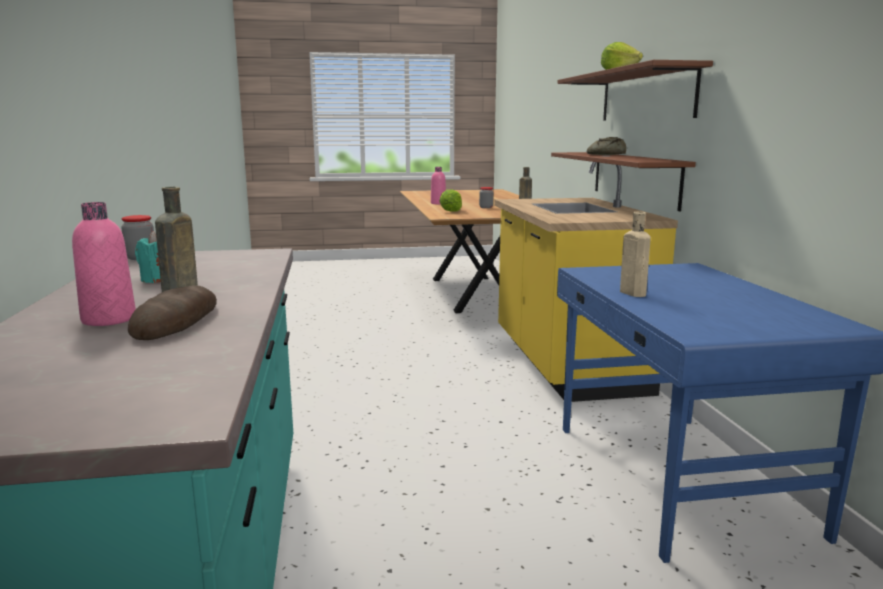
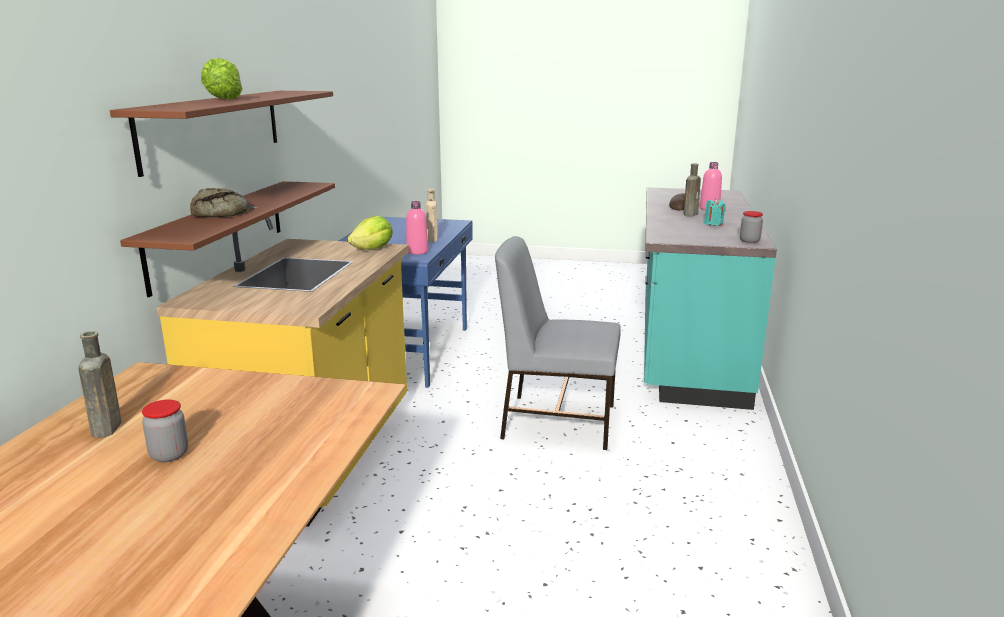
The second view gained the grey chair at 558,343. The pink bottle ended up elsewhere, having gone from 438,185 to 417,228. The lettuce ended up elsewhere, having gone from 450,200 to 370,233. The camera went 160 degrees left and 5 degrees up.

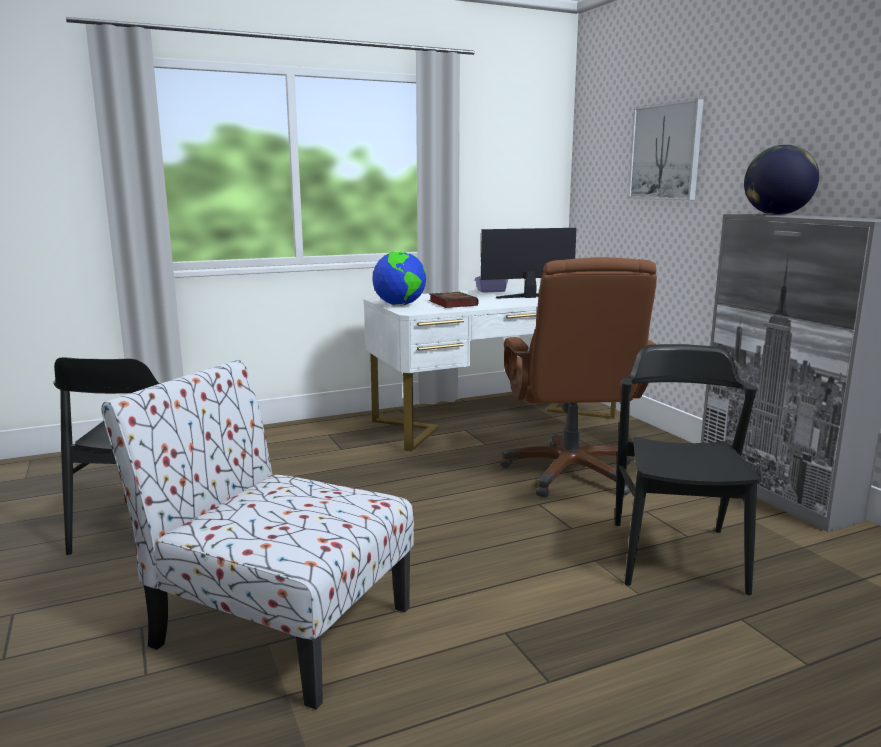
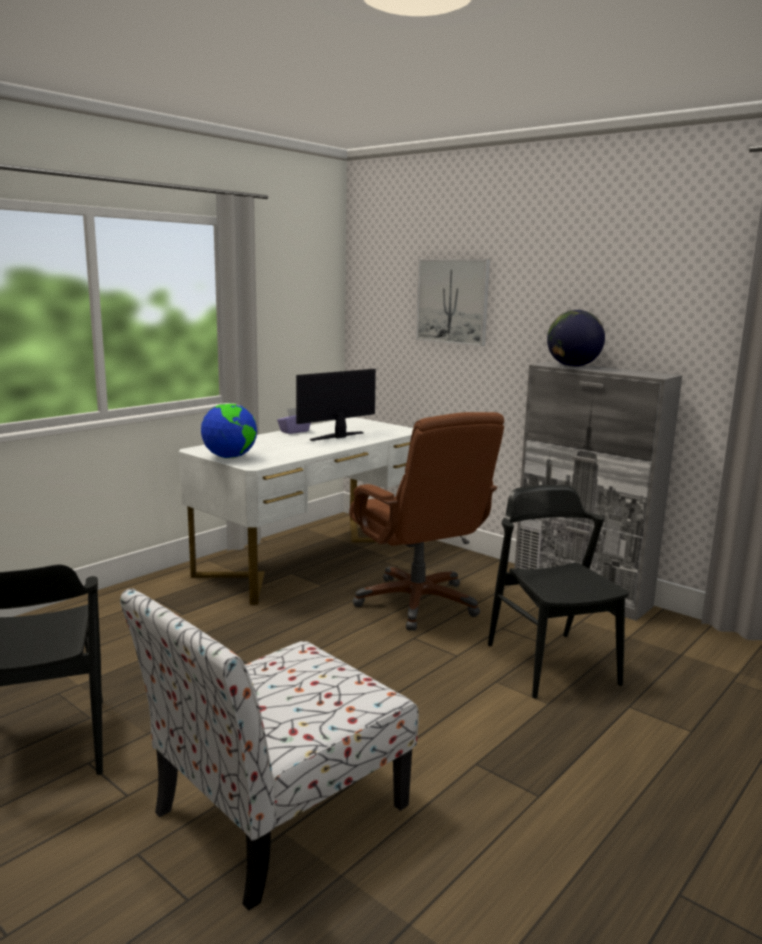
The second view lost the book at 454,300. The chair at 257,535 ended up facing another way, 45 degrees counterclockwise from before. The camera went 25 degrees left and 0 degrees up.

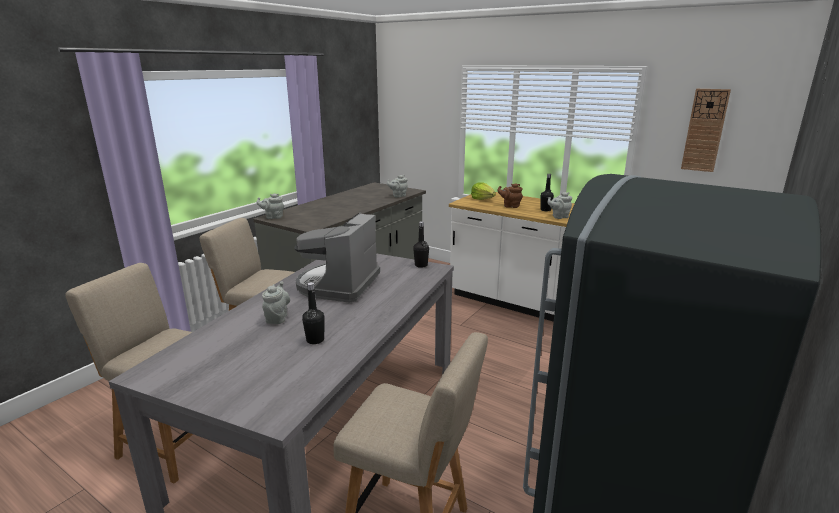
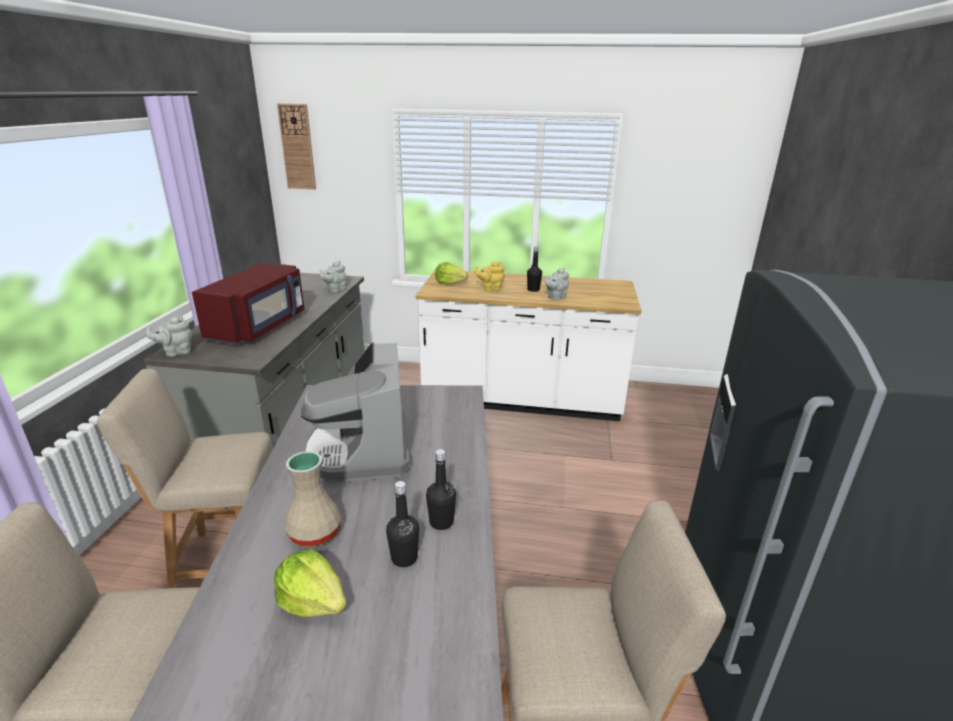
The second view gained the red microwave at 248,303. The second view gained the lettuce at 310,583. The black bottle ended up elsewhere, having gone from 421,244 to 441,489. The wall clock ended up elsewhere, having gone from 706,130 to 296,146. Where the grey teapot stood at 276,302, the beige vase came to stand at 313,499. What was the brown teapot at 510,195 turned into the yellow teapot at 489,276. The camera went 25 degrees left and 5 degrees up.

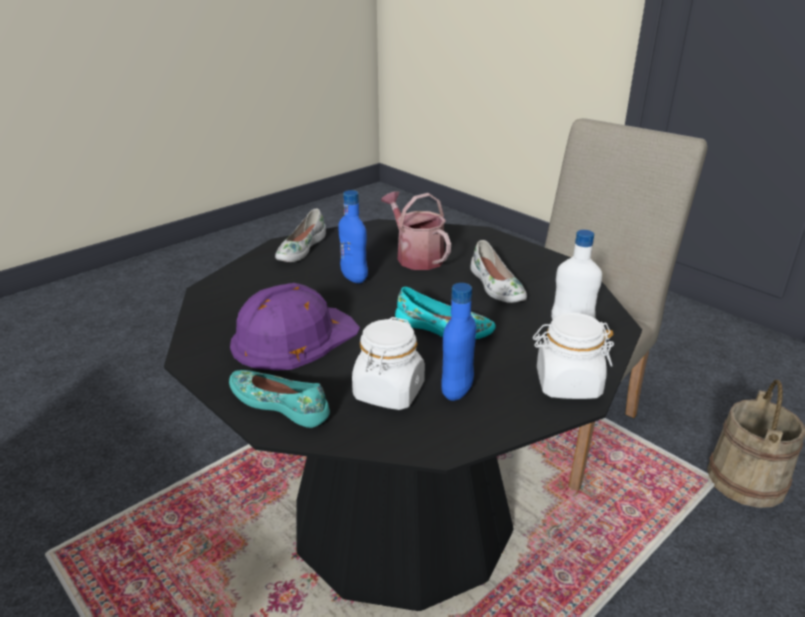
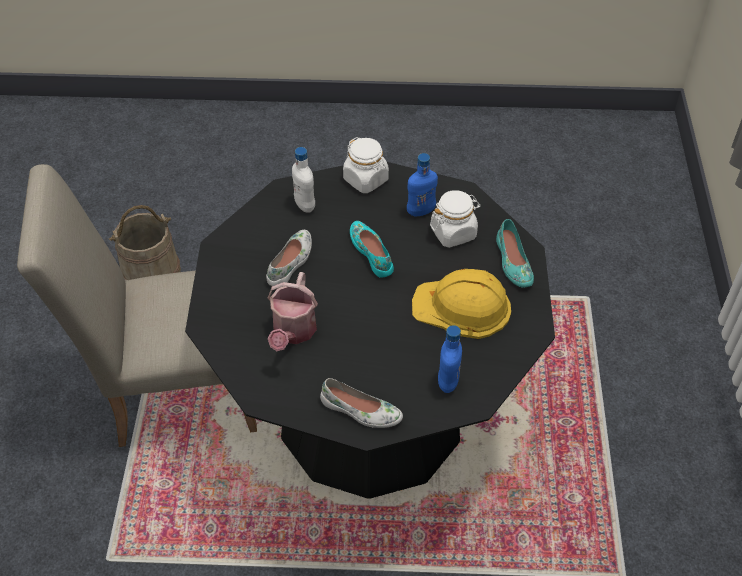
The blue bottle ended up elsewhere, having gone from 353,236 to 450,359. What was the purple hard hat at 295,327 turned into the yellow hard hat at 461,304. The white shoe at 300,235 ended up facing another way, 45 degrees clockwise from before. The camera went 135 degrees left and 20 degrees up.

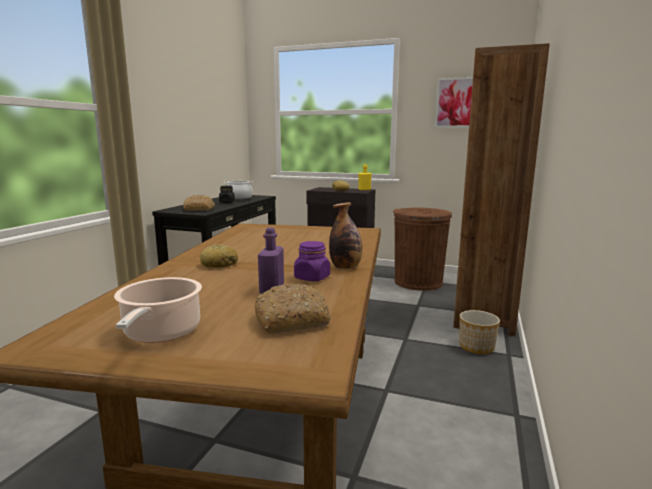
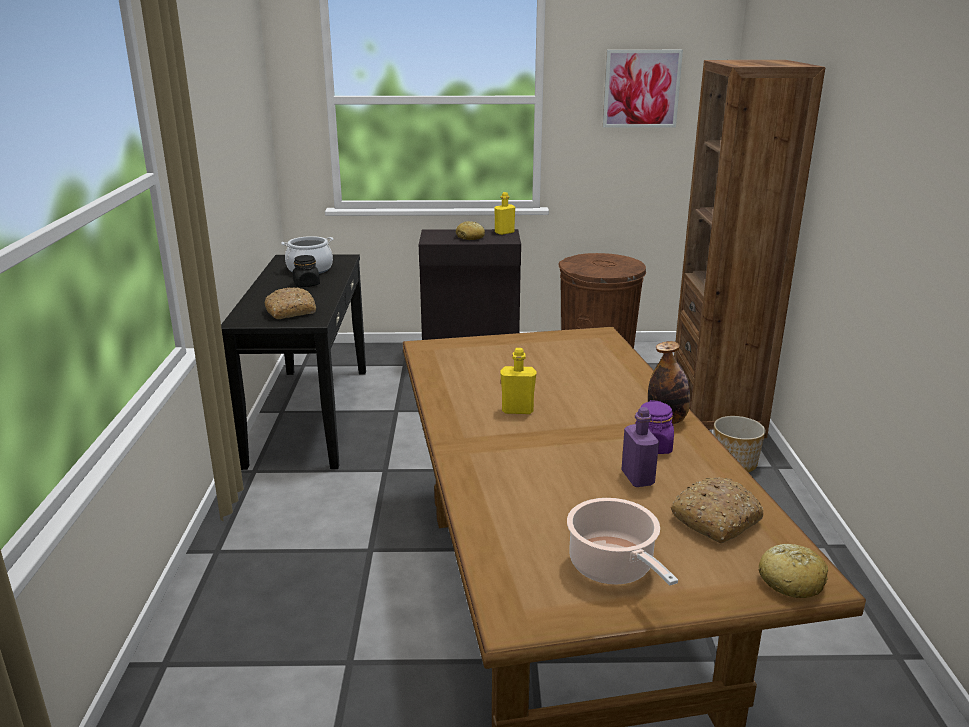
The second view gained the yellow bottle at 518,381. The bread ended up elsewhere, having gone from 219,256 to 793,571. The camera went 20 degrees left and 10 degrees up.

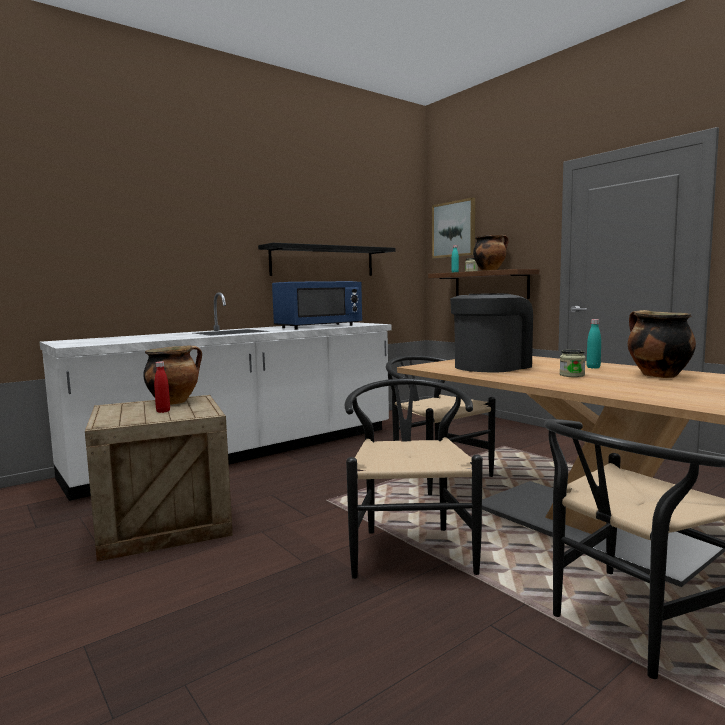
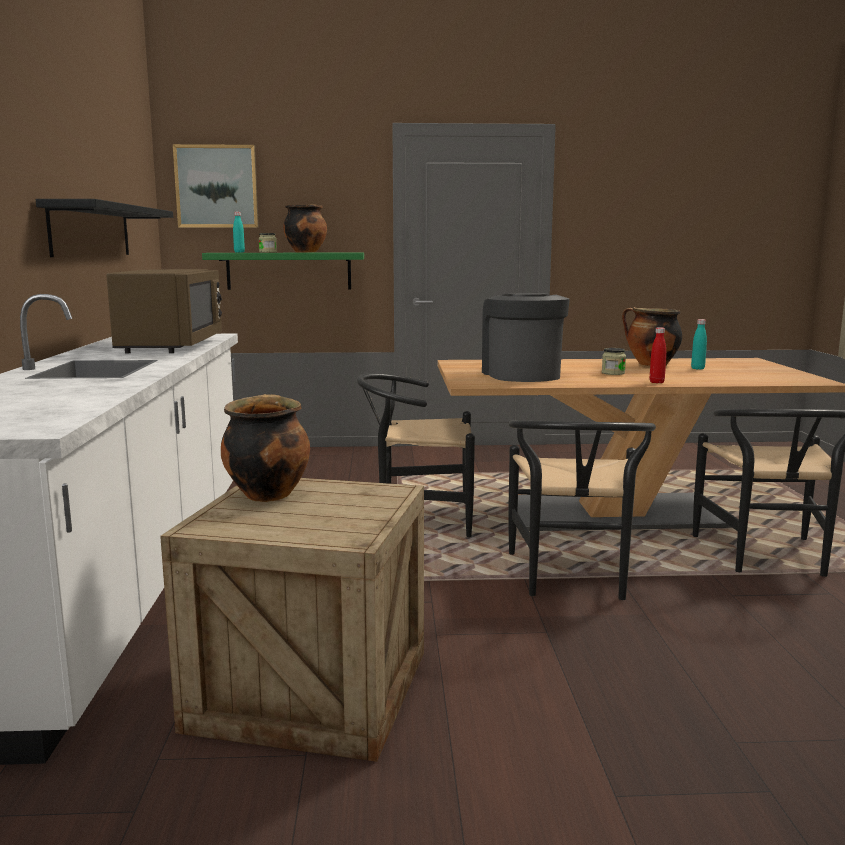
The red bottle ended up elsewhere, having gone from 162,387 to 658,355. The turquoise bottle ended up elsewhere, having gone from 593,344 to 699,344. What was the blue microwave at 317,305 turned into the brown microwave at 164,311. What was the brown shelf at 483,284 turned into the green shelf at 283,271. The black chair at 414,478 ended up facing another way, 120 degrees counterclockwise from before. The camera went 55 degrees left and 5 degrees up.

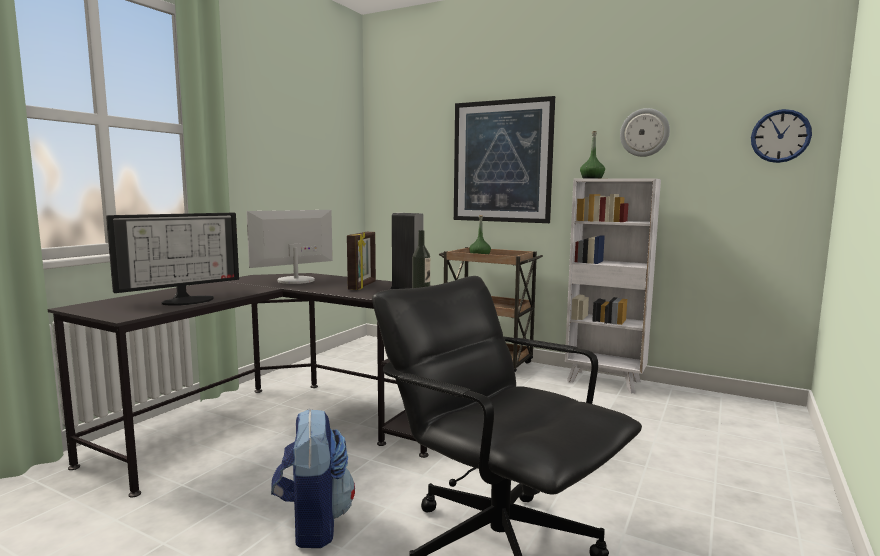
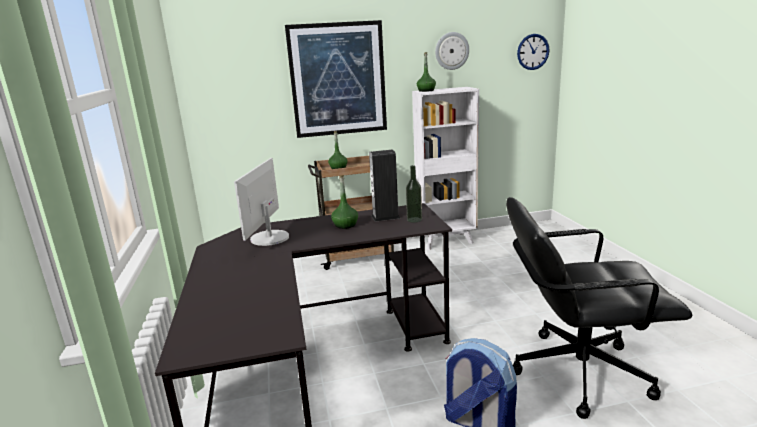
The second view lost the monitor at 172,259. Where the picture frame stood at 361,261, the green bottle came to stand at 344,202. The camera went 40 degrees left and 10 degrees up.

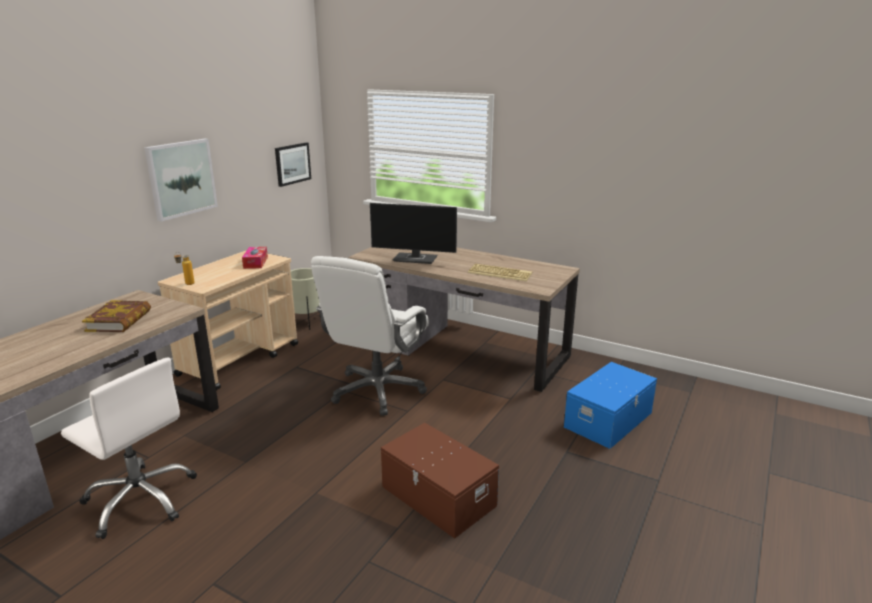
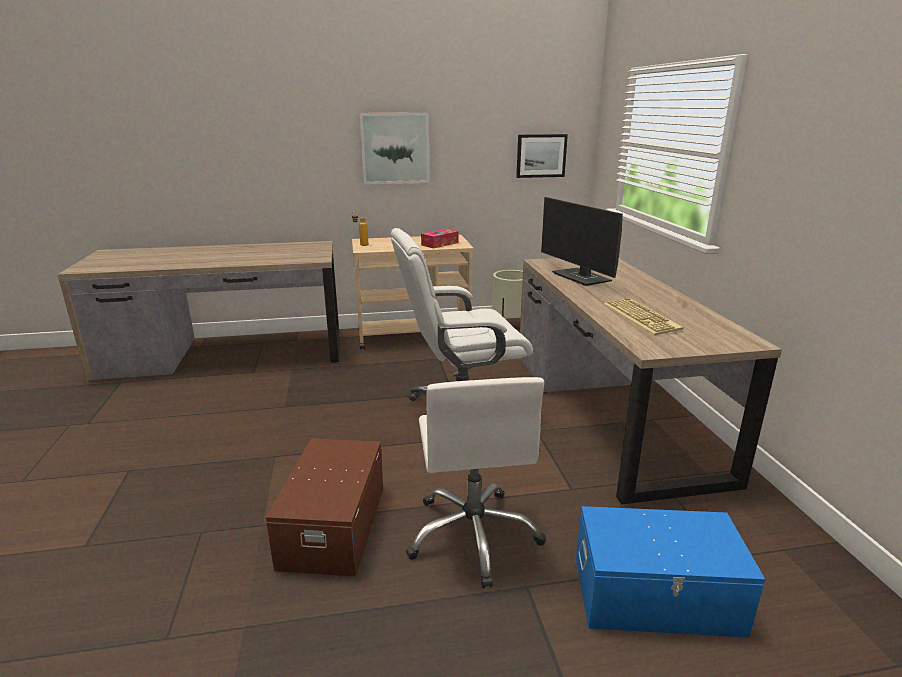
The second view lost the book at 116,316. The white office chair ended up elsewhere, having gone from 129,448 to 475,482. The camera went 50 degrees right and 0 degrees up.

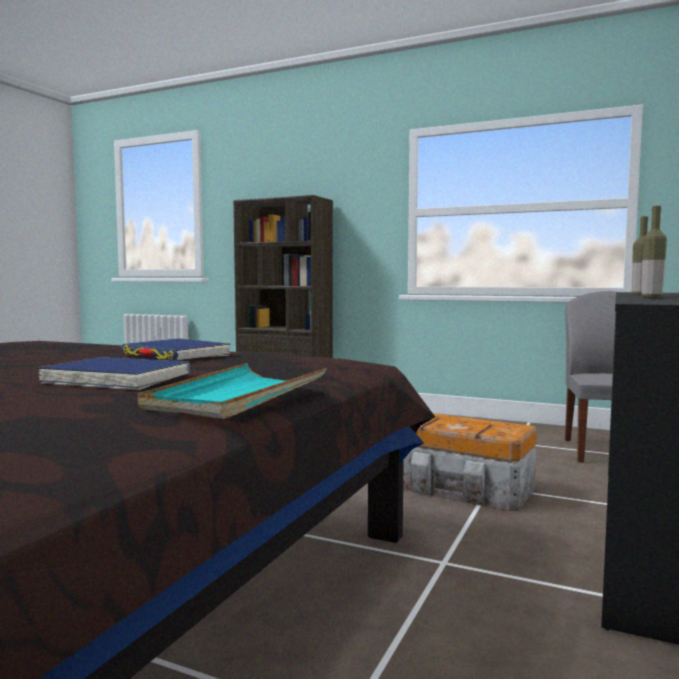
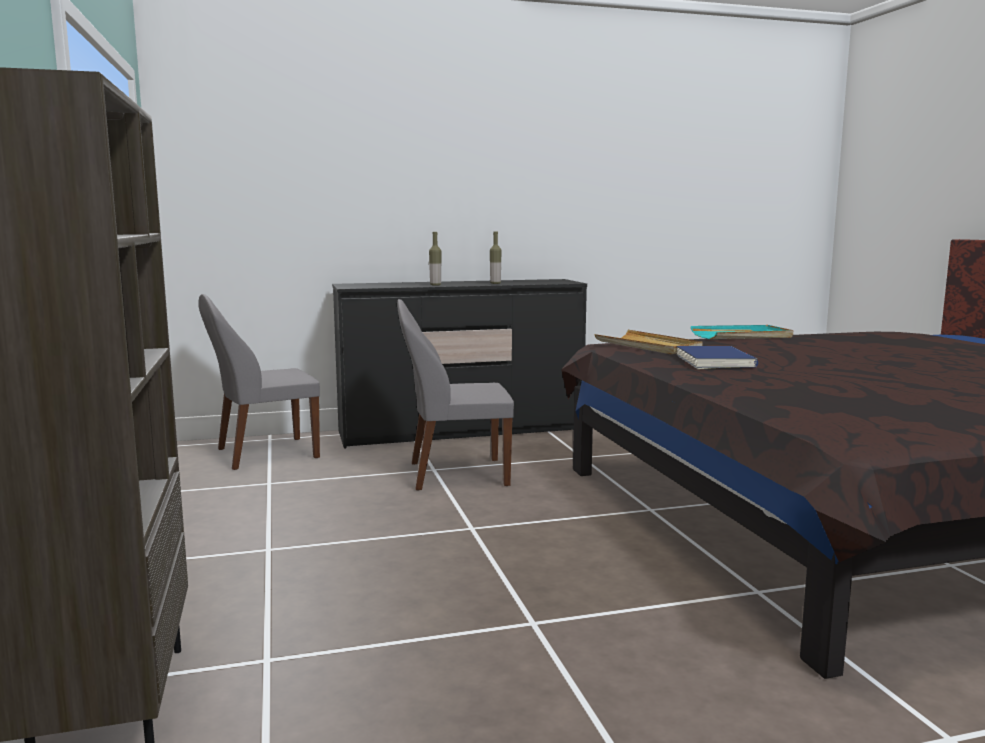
The second view lost the blue book at 114,373. The second view gained the beige tray at 648,342. Where the storage box stood at 470,462, the grey chair came to stand at 455,394. The camera went 130 degrees left and 5 degrees up.

